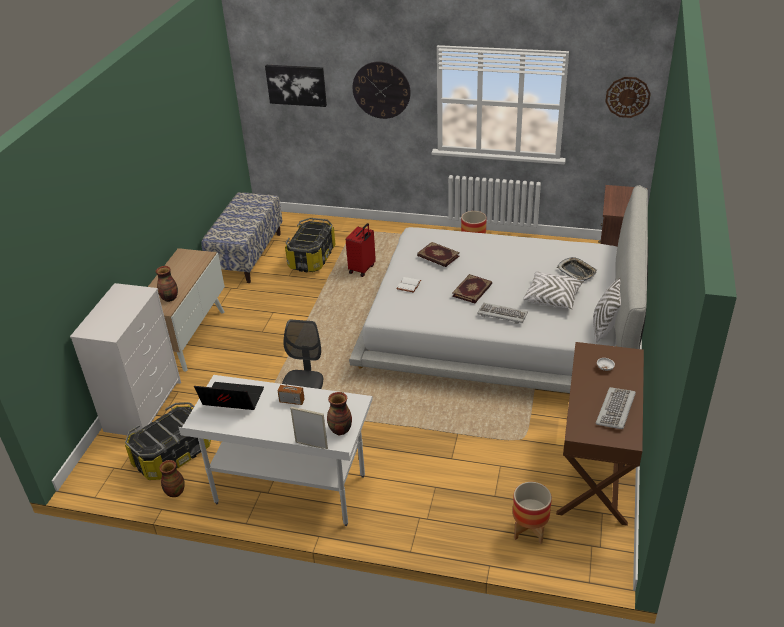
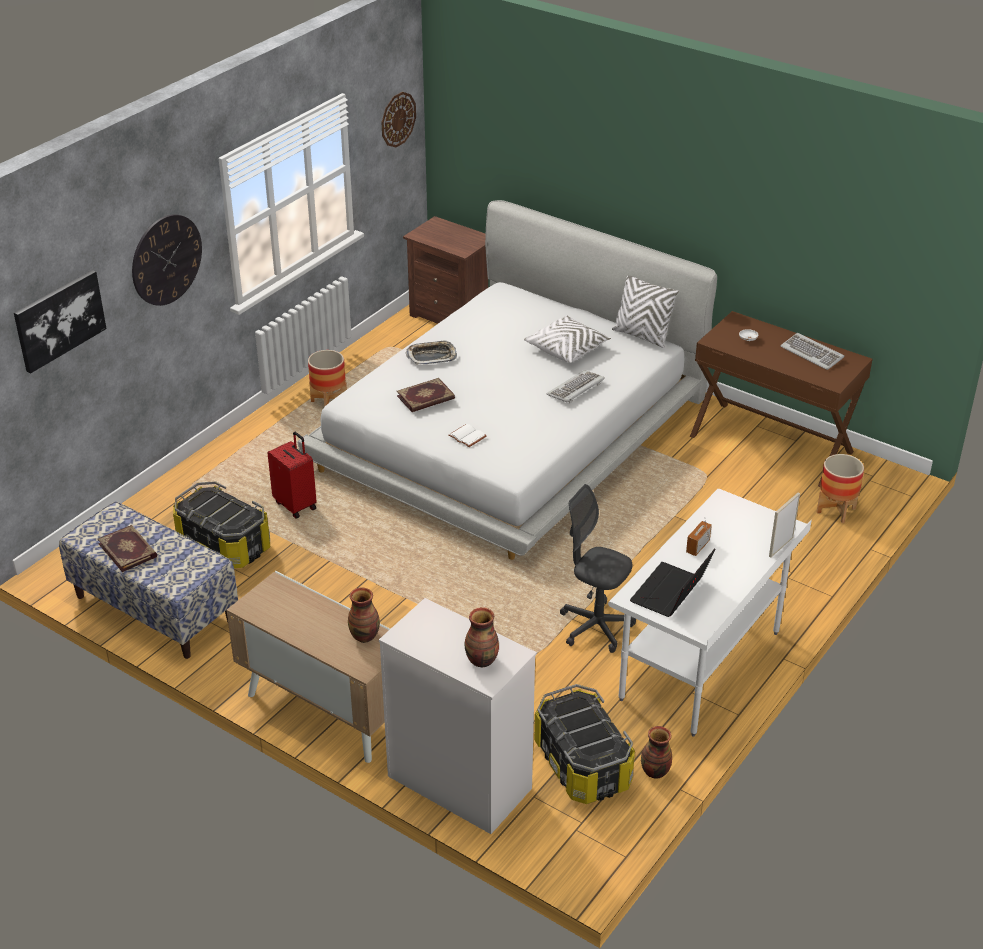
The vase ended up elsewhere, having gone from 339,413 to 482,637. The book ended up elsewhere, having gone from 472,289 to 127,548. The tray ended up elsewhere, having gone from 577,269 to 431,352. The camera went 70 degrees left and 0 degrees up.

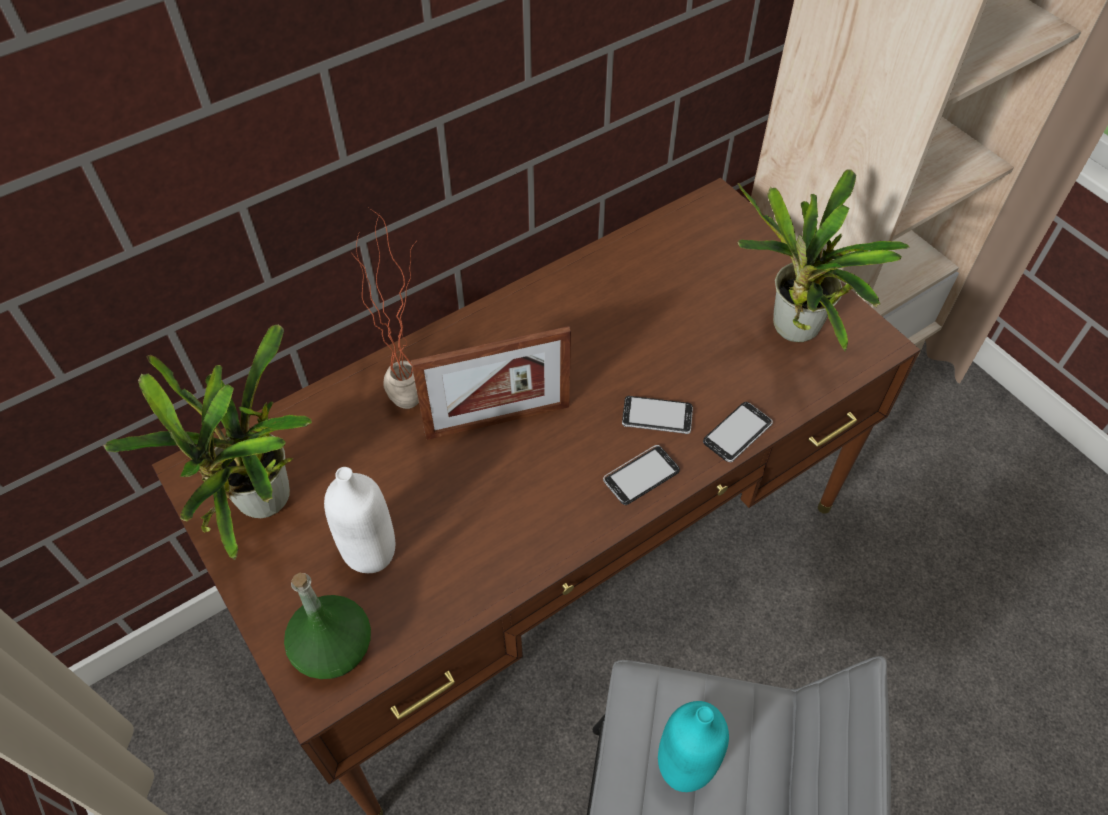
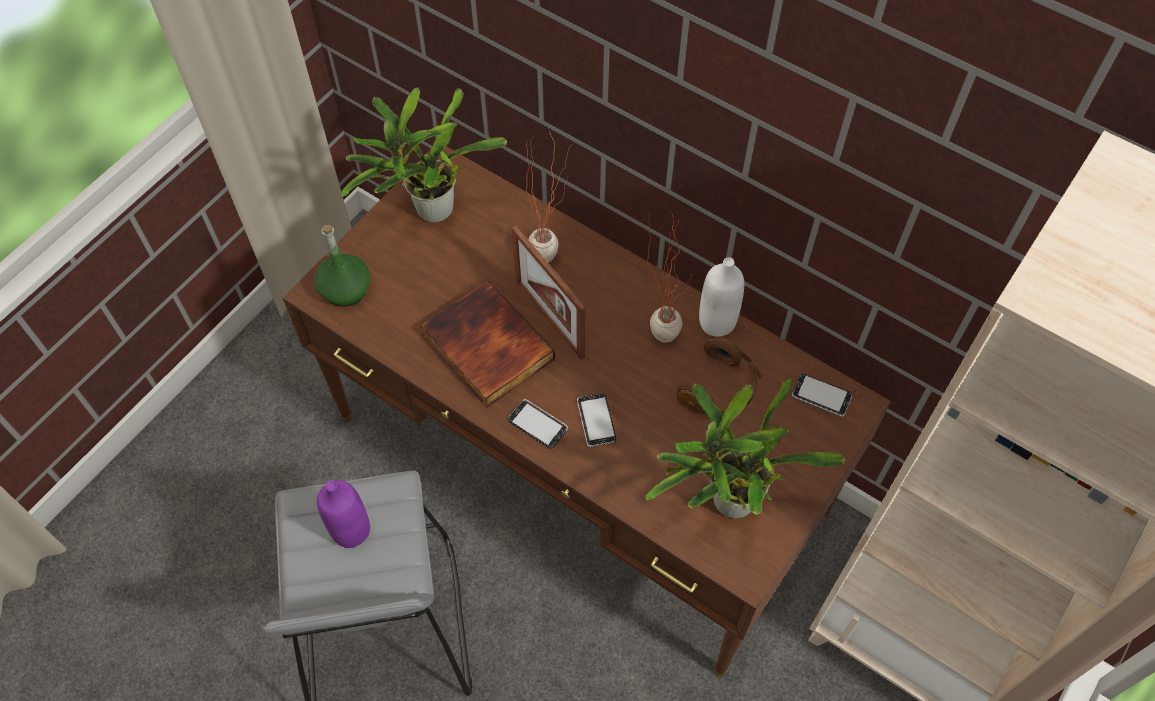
The second view gained the book at 488,344. The second view gained the potted plant at 669,277. The second view gained the brown headphones at 718,376. The white bottle ended up elsewhere, having gone from 359,520 to 721,296. The phone ended up elsewhere, having gone from 738,432 to 822,395. What was the turquoise bottle at 693,746 turned into the purple bottle at 343,514. The camera went 70 degrees right and 5 degrees up.

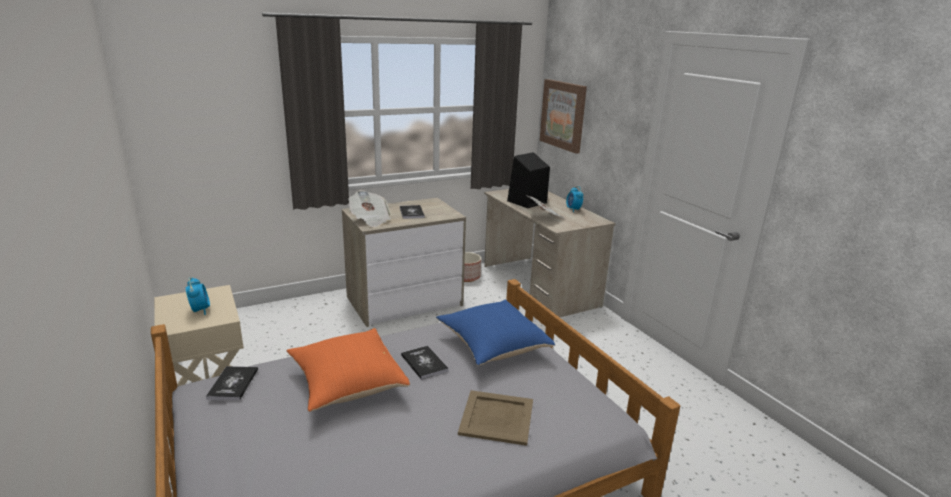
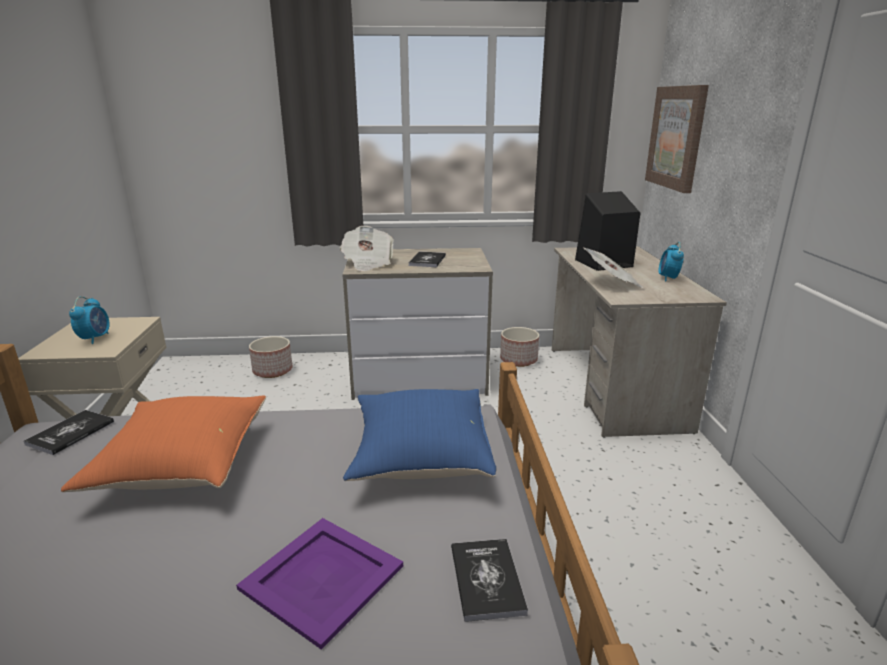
The second view gained the planter at 271,357. The book ended up elsewhere, having gone from 425,362 to 489,580. What was the beige tray at 495,418 turned into the purple tray at 319,584. The camera went 25 degrees right and 0 degrees up.

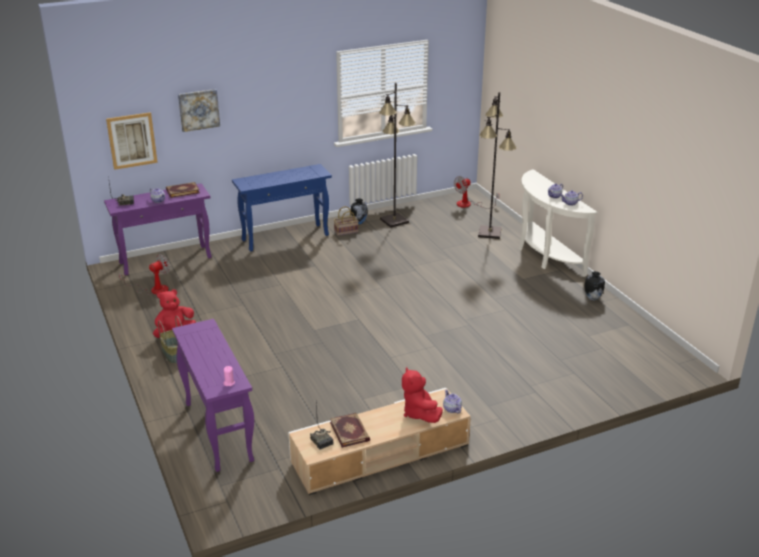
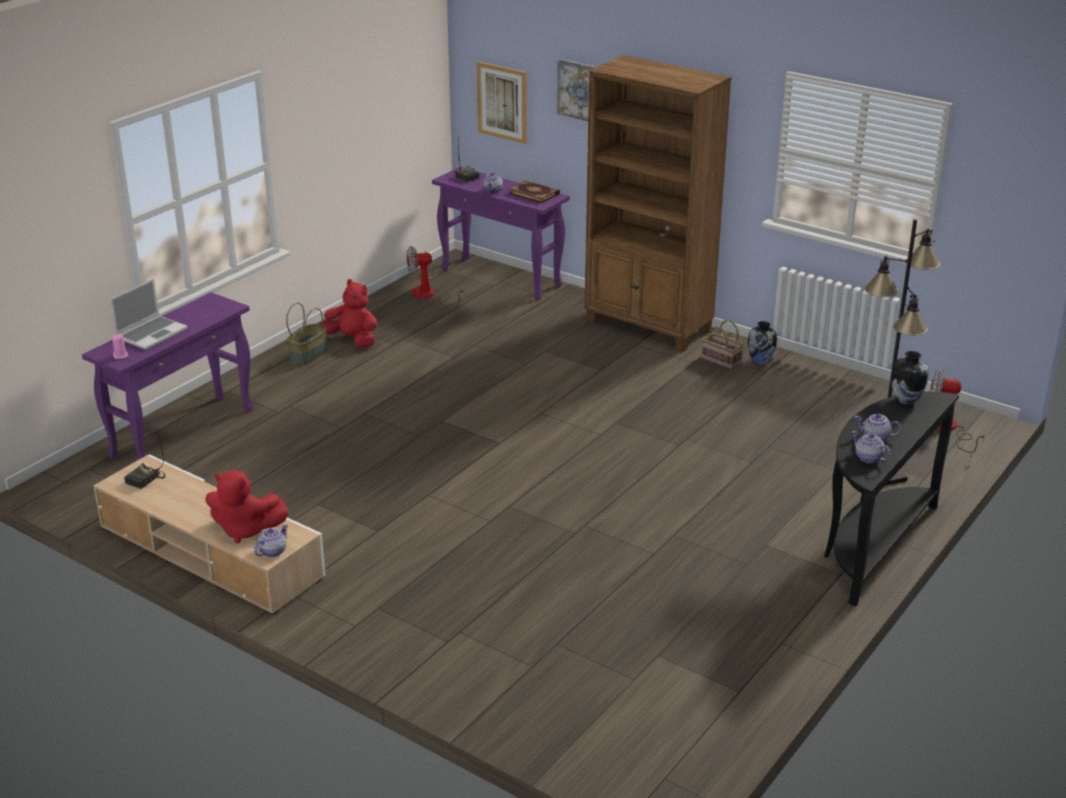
The second view lost the book at 350,430. The second view lost the black floor lamp at 397,155. The second view gained the laptop at 149,314. The vase ended up elsewhere, having gone from 594,286 to 910,377. Where the blue console table stood at 282,208, the brown bookcase came to stand at 658,203. What was the white console table at 558,222 turned into the black console table at 891,498. The fan at 144,274 ended up facing another way, 150 degrees clockwise from before. The red plush toy at 422,395 ended up facing another way, 120 degrees counterclockwise from before. The camera went 60 degrees right and 0 degrees up.

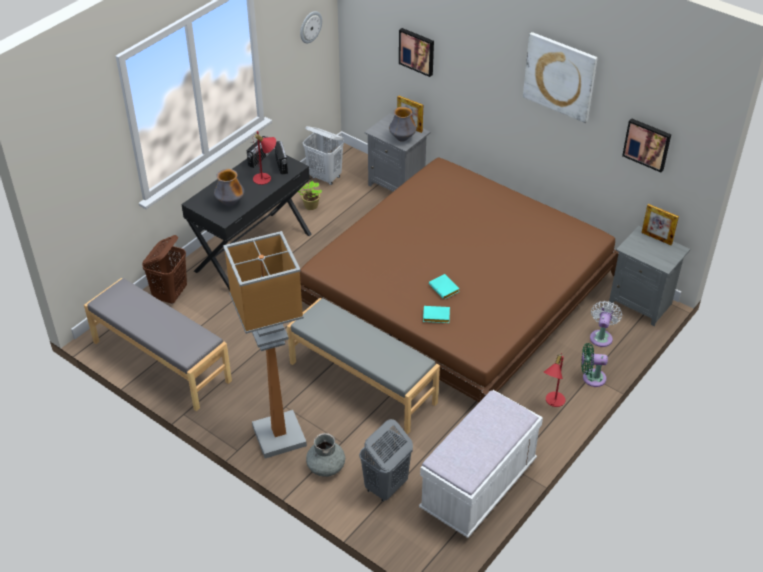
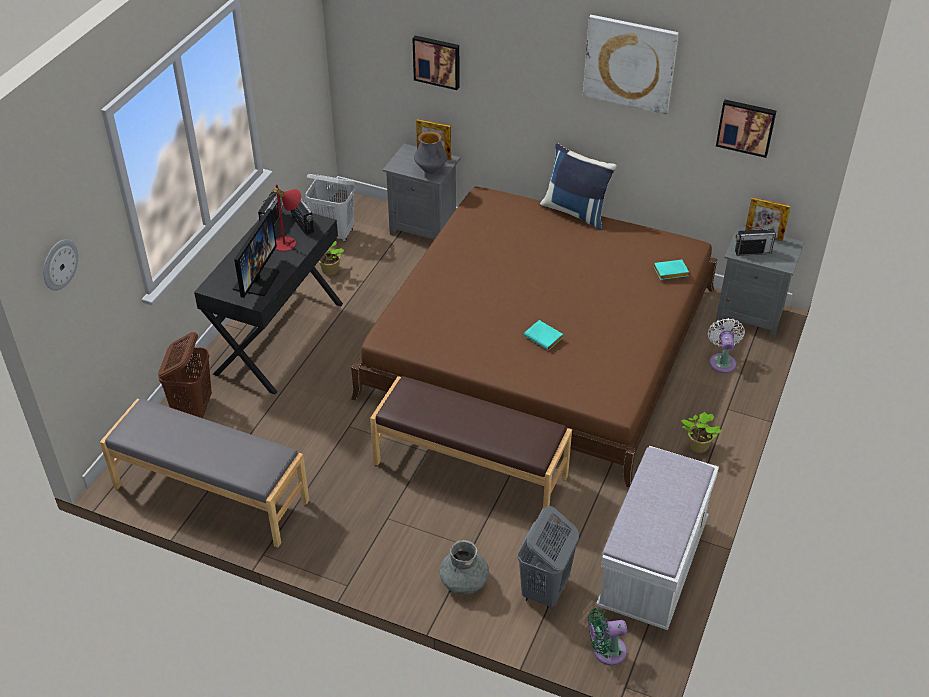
The second view lost the floor lamp at 265,344. The second view gained the blue pillow at 578,186. The second view gained the radio at 756,240. The wall clock ended up elsewhere, having gone from 311,27 to 60,265. The turquoise book ended up elsewhere, having gone from 436,314 to 671,270. The green fan ended up elsewhere, having gone from 594,365 to 607,636. Where the vase stood at 229,187, the monitor came to stand at 256,253. Where the red table lamp stood at 555,380, the potted plant came to stand at 701,432. What was the grey bench at 363,366 turned into the brown bench at 471,442. The camera went 15 degrees left and 0 degrees up.

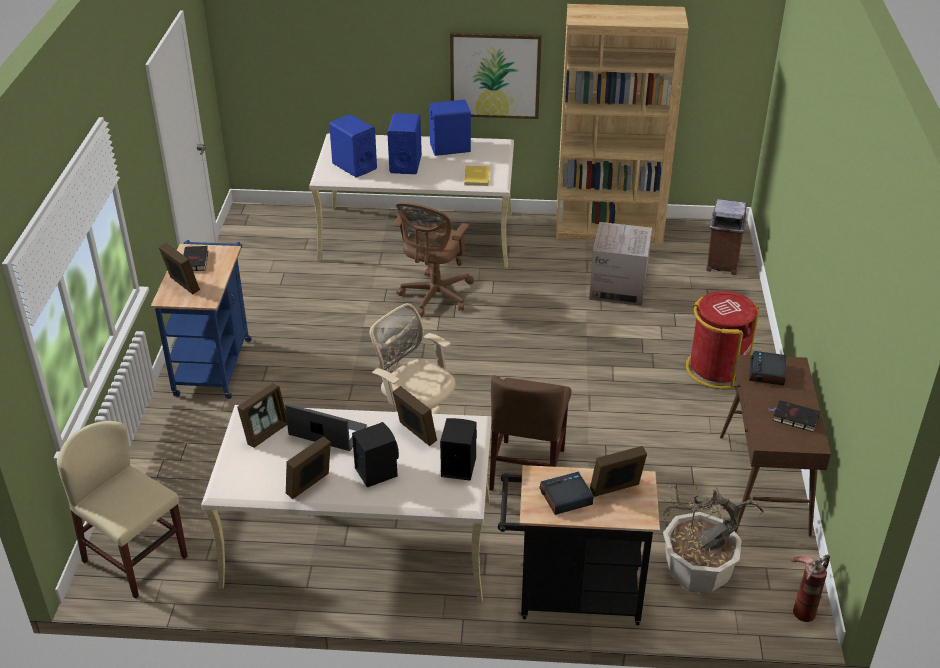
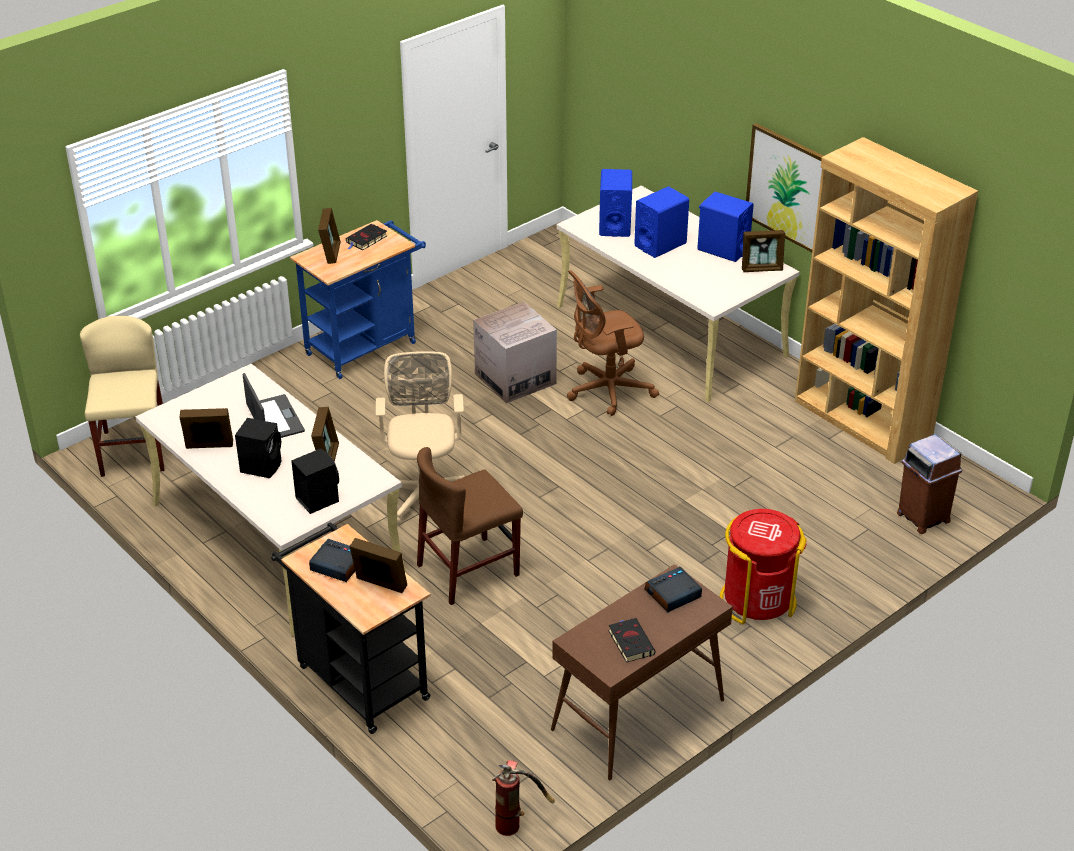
The second view lost the yellow book at 477,176. The second view lost the potted plant at 713,539. The picture frame ended up elsewhere, having gone from 262,415 to 763,251. The cardboard box ended up elsewhere, having gone from 620,264 to 515,353. The camera went 45 degrees right and 0 degrees up.

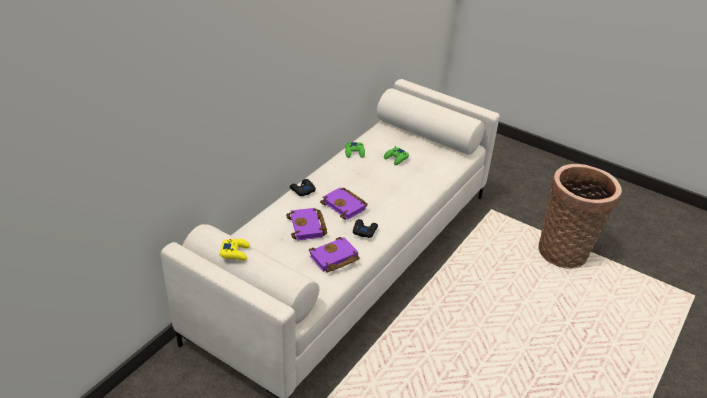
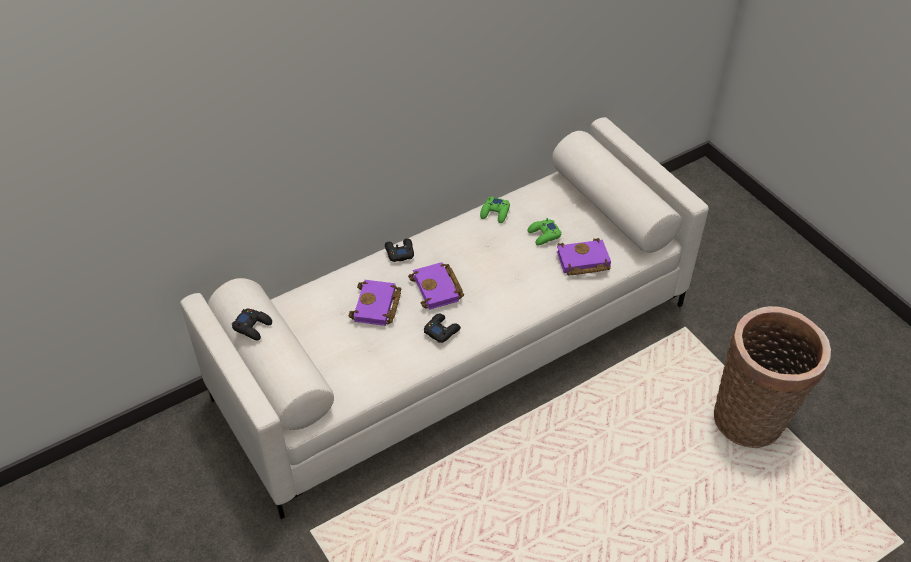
The purple book ended up elsewhere, having gone from 334,254 to 584,256. What was the yellow game controller at 235,250 turned into the black game controller at 252,324. The camera went 25 degrees right and 10 degrees up.

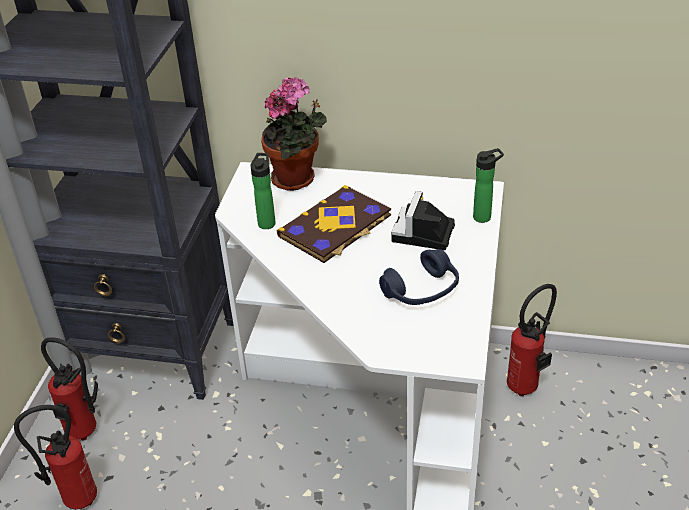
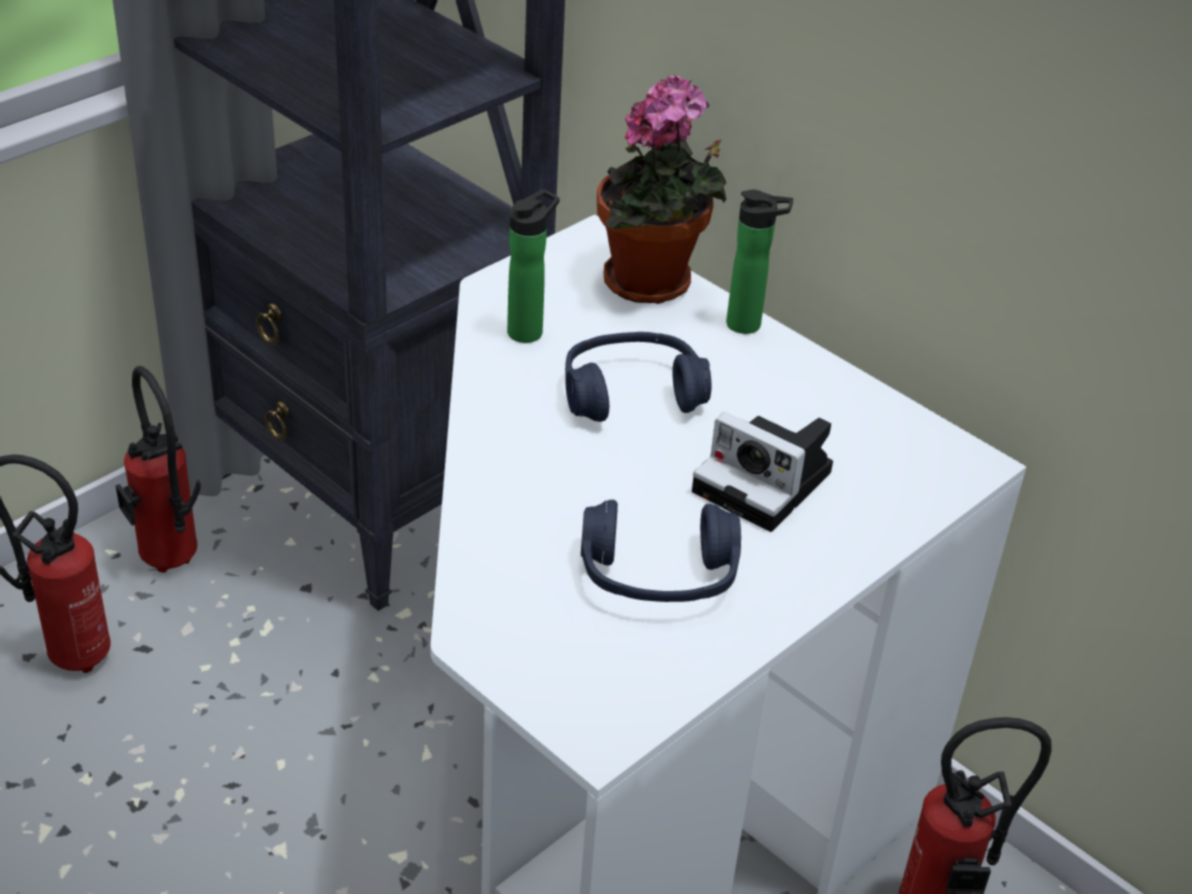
The bottle ended up elsewhere, having gone from 488,185 to 759,262. Where the book stood at 334,224, the blue headphones came to stand at 638,377. The photo camera at 423,220 ended up facing another way, 105 degrees counterclockwise from before. The camera went 30 degrees right and 0 degrees up.

